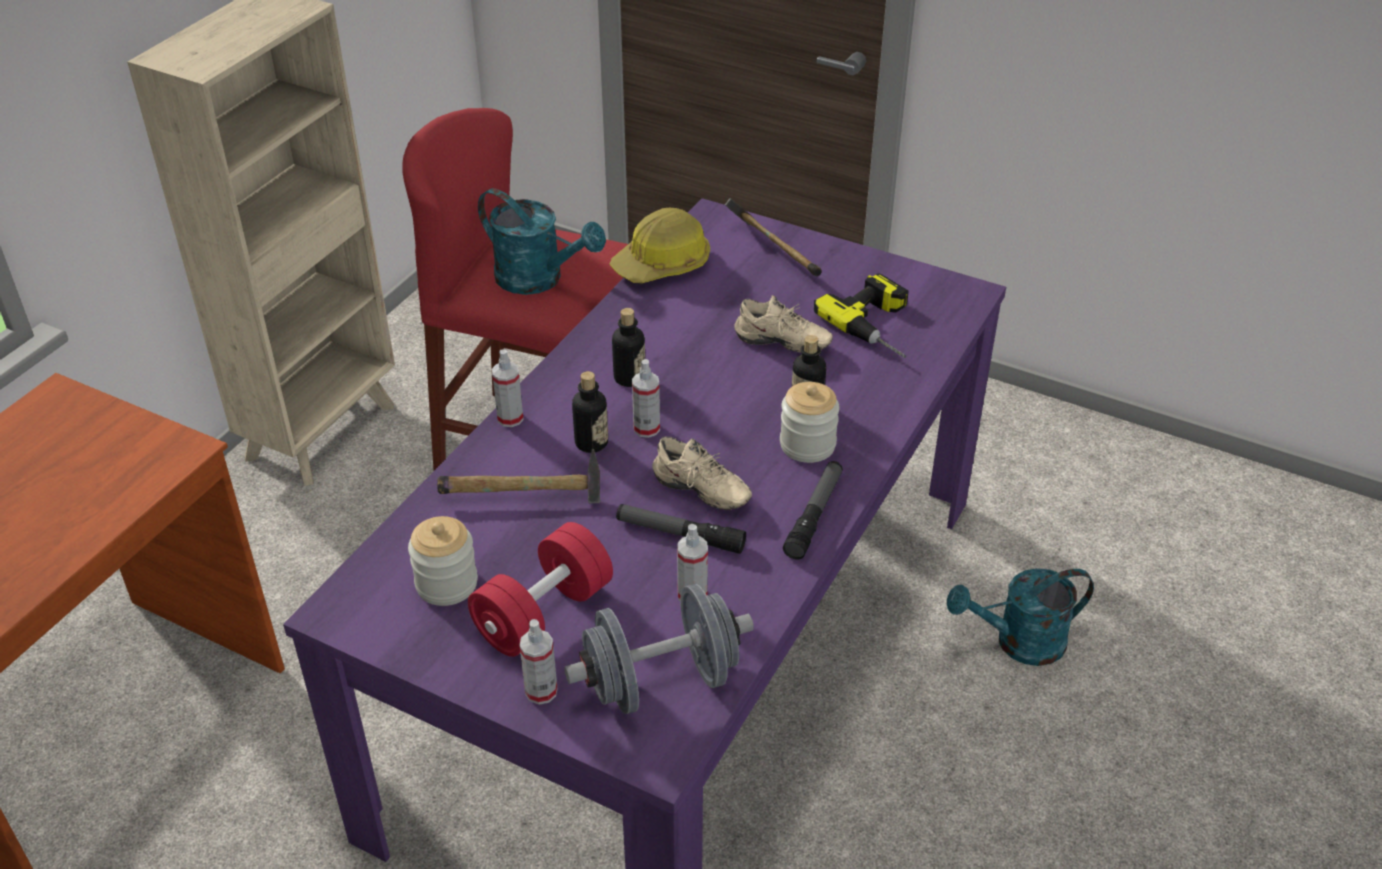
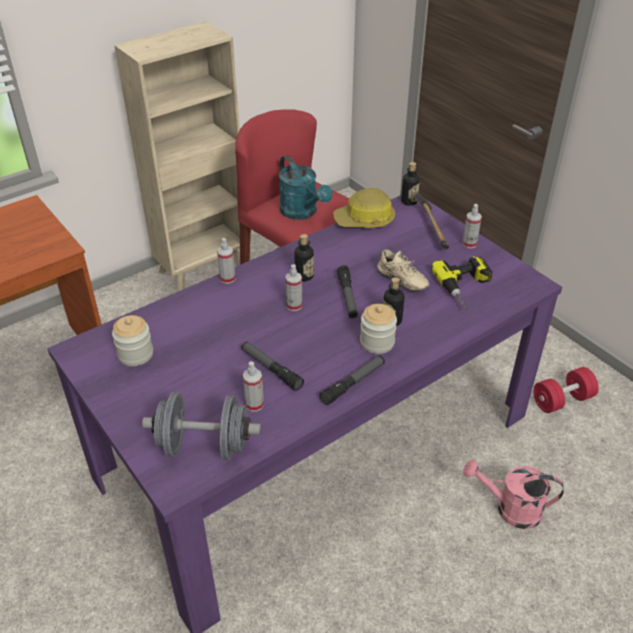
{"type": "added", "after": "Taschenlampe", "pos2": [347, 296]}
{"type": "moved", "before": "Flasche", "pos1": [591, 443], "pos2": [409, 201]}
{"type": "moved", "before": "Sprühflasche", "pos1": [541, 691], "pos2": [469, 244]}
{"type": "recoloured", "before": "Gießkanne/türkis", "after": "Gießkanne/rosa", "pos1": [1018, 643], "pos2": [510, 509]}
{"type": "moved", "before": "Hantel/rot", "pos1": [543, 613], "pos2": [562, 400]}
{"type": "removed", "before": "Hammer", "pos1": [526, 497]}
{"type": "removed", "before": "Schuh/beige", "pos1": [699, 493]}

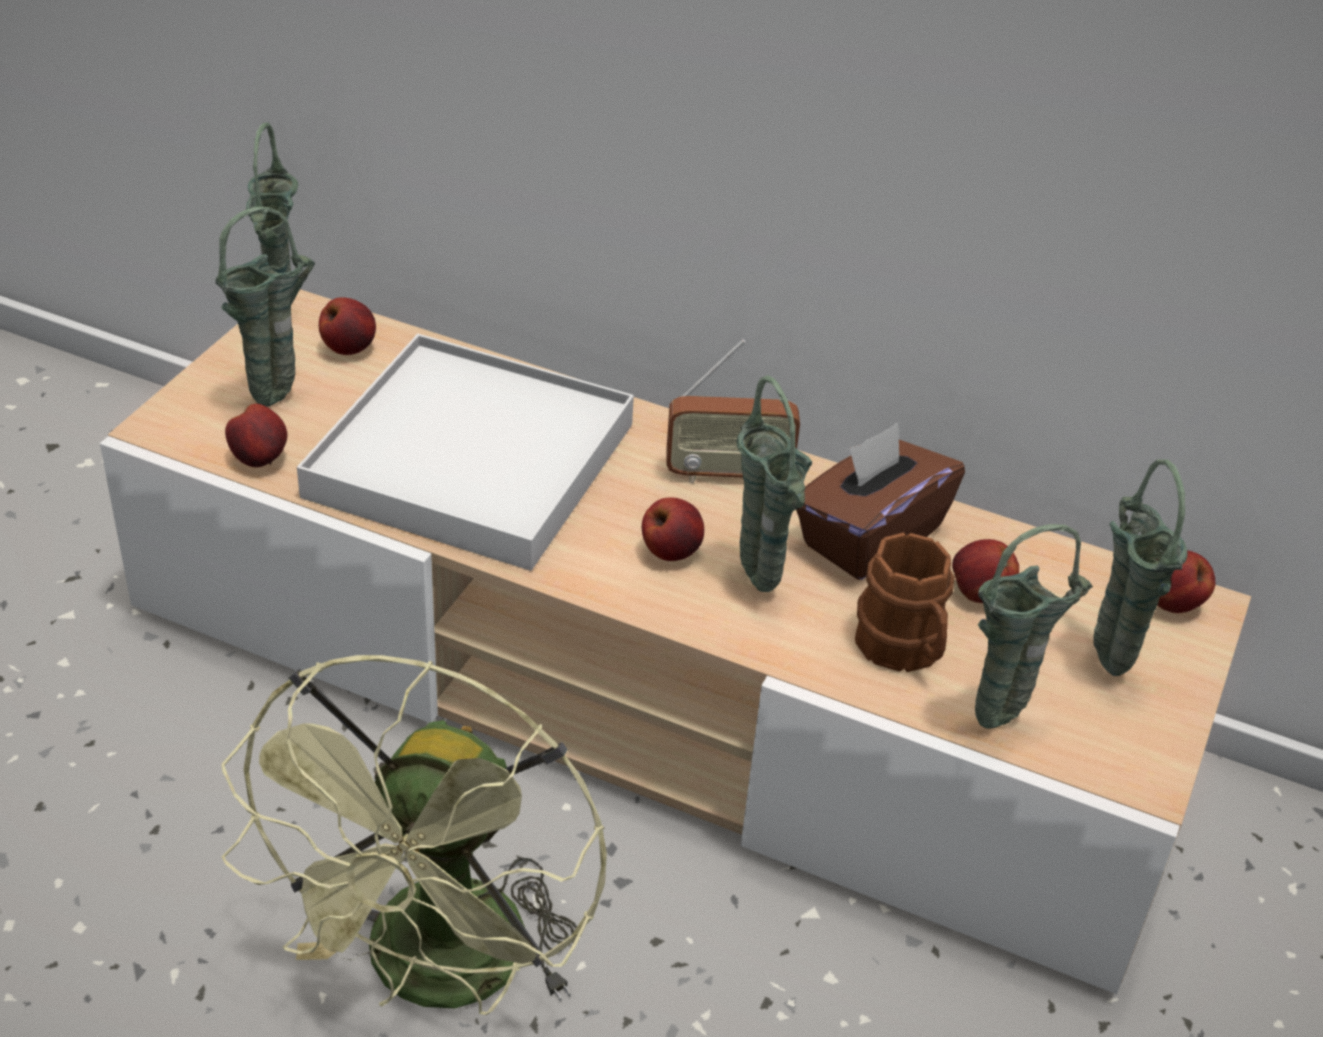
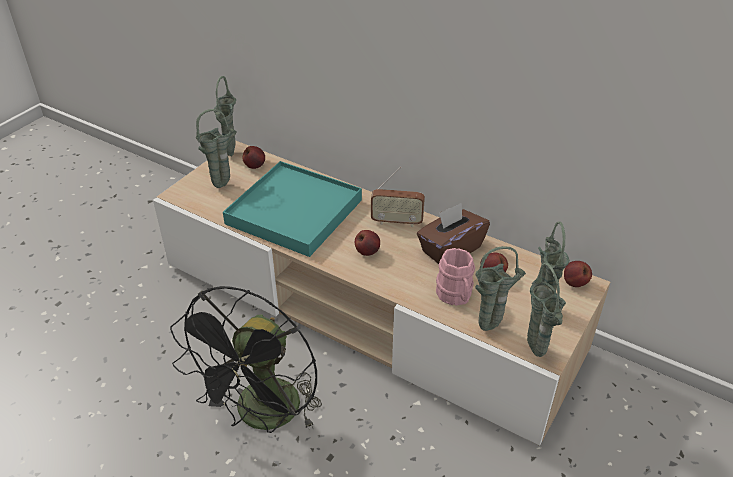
{"type": "recoloured", "before": "Ventilator/grün", "after": "Ventilator/schwarz", "pos1": [440, 977], "pos2": [263, 417]}
{"type": "recoloured", "before": "Tablett/weiß", "after": "Tablett/türkis", "pos1": [471, 459], "pos2": [294, 211]}
{"type": "recoloured", "before": "Henkelbecher/braun", "after": "Henkelbecher/rosa", "pos1": [903, 651], "pos2": [455, 297]}
{"type": "moved", "before": "Vase/grün", "pos1": [762, 589], "pos2": [536, 355]}
{"type": "removed", "before": "Apfel", "pos1": [261, 460]}

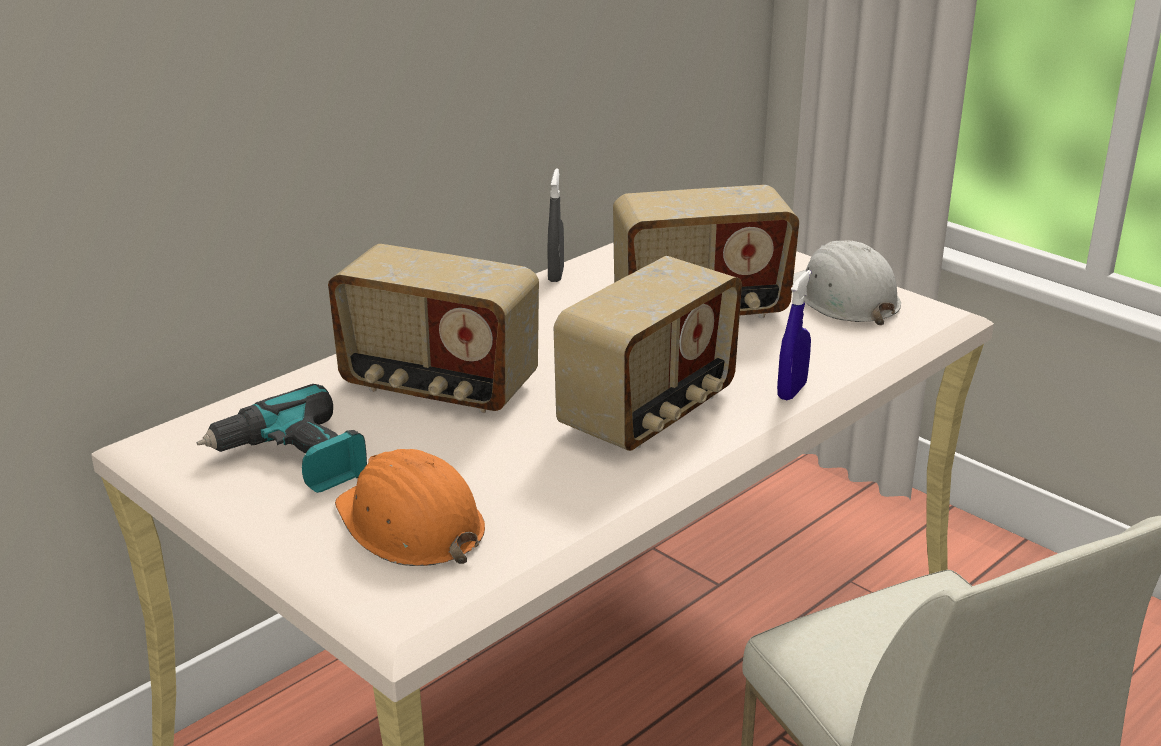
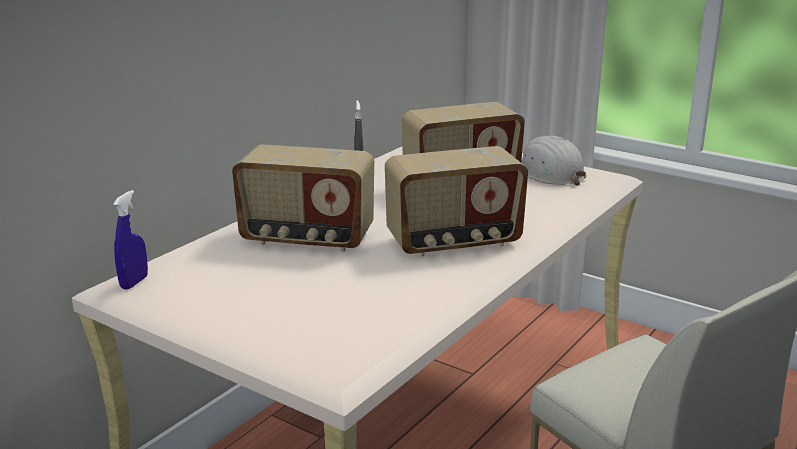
{"type": "moved", "before": "Sprühflasche/blau", "pos1": [792, 391], "pos2": [134, 282]}
{"type": "turned", "before": "Radio", "pos1": [650, 412], "pos2": [454, 242], "turn": 45}
{"type": "removed", "before": "Bohrmaschine", "pos1": [292, 461]}
{"type": "removed", "before": "Schutzhelm/orange", "pos1": [410, 525]}

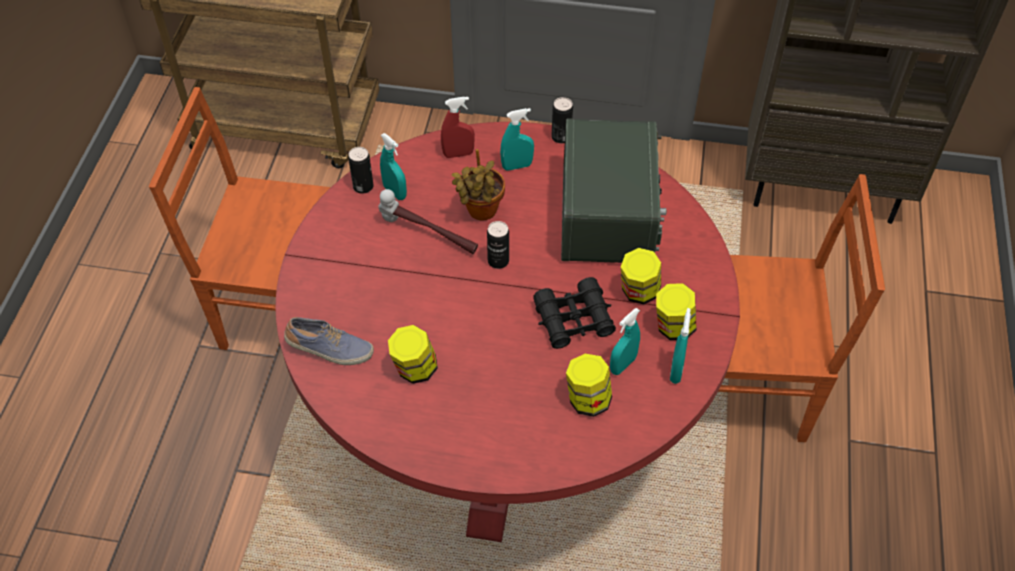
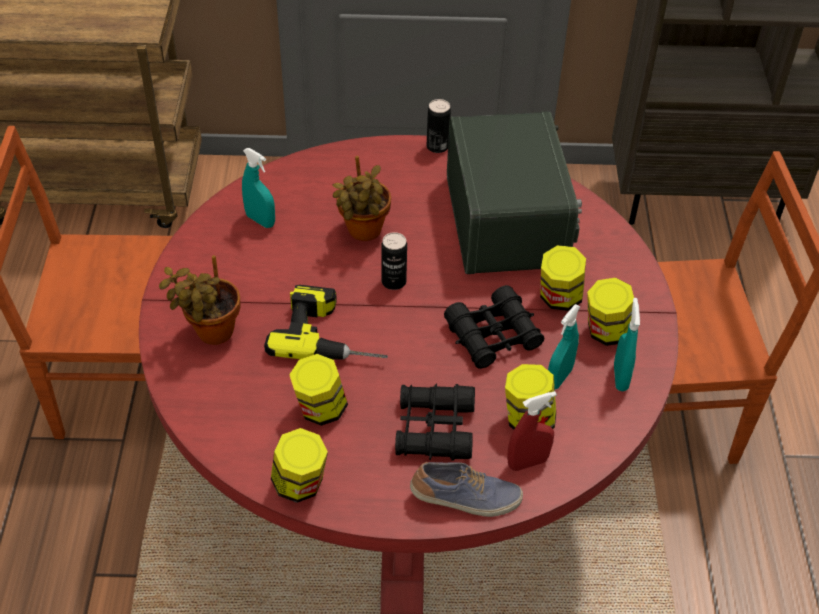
{"type": "added", "after": "Topfpflanze", "pos2": [210, 333]}
{"type": "added", "after": "Bohrmaschine", "pos2": [332, 334]}
{"type": "added", "after": "Vorratsglas", "pos2": [300, 485]}
{"type": "added", "after": "Fernglas/schwarz", "pos2": [434, 429]}
{"type": "moved", "before": "Schuh", "pos1": [329, 350], "pos2": [465, 499]}
{"type": "moved", "before": "Sprühflasche/rot", "pos1": [458, 154], "pos2": [527, 462]}
{"type": "removed", "before": "Dose", "pos1": [363, 186]}
{"type": "removed", "before": "Hammer", "pos1": [428, 235]}
{"type": "removed", "before": "Sprühflasche/türkis", "pos1": [517, 166]}

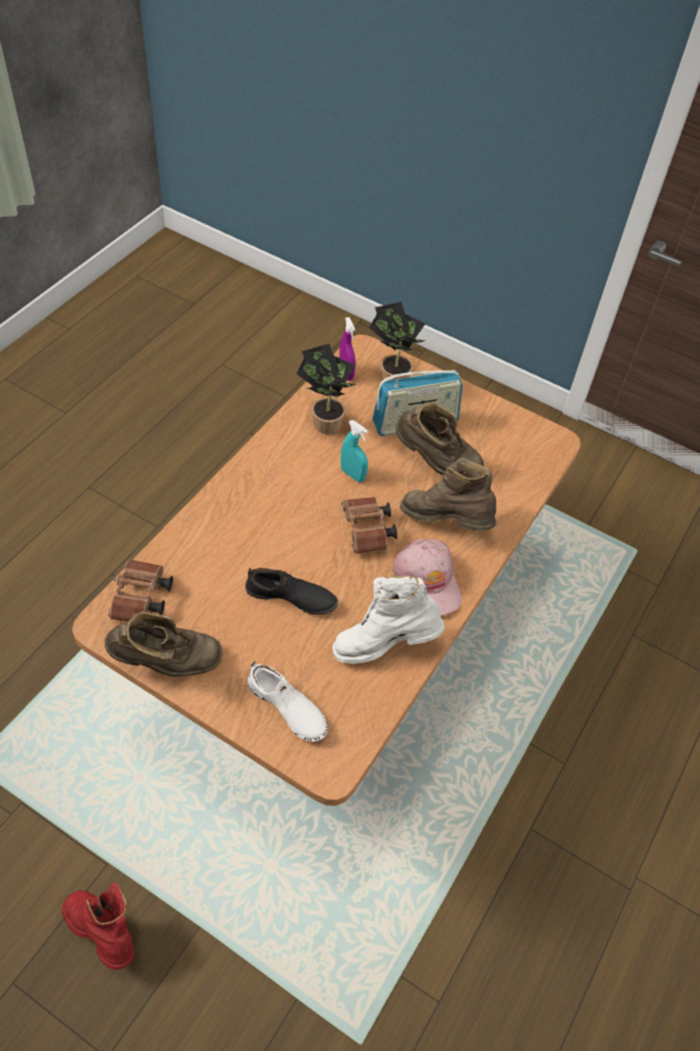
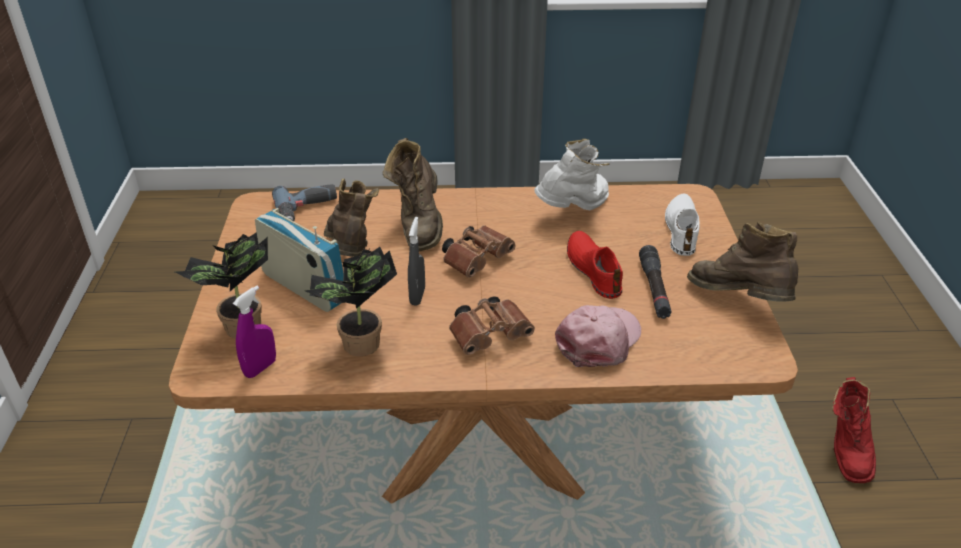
{"type": "added", "after": "Bohrmaschine", "pos2": [307, 209]}
{"type": "recoloured", "before": "Sprühflasche/türkis", "after": "Sprühflasche/grau", "pos1": [353, 474], "pos2": [417, 296]}
{"type": "moved", "before": "Fernglas/braun", "pos1": [141, 600], "pos2": [491, 335]}
{"type": "turned", "before": "Stiefel/weiß", "pos1": [384, 645], "pos2": [574, 210], "turn": -90}
{"type": "moved", "before": "Kappe/rosa", "pos1": [427, 582], "pos2": [599, 340]}
{"type": "recoloured", "before": "Schuh/schwarz", "after": "Schuh/rot", "pos1": [291, 598], "pos2": [594, 269]}
{"type": "added", "after": "Taschenlampe/schwarz", "pos2": [654, 289]}

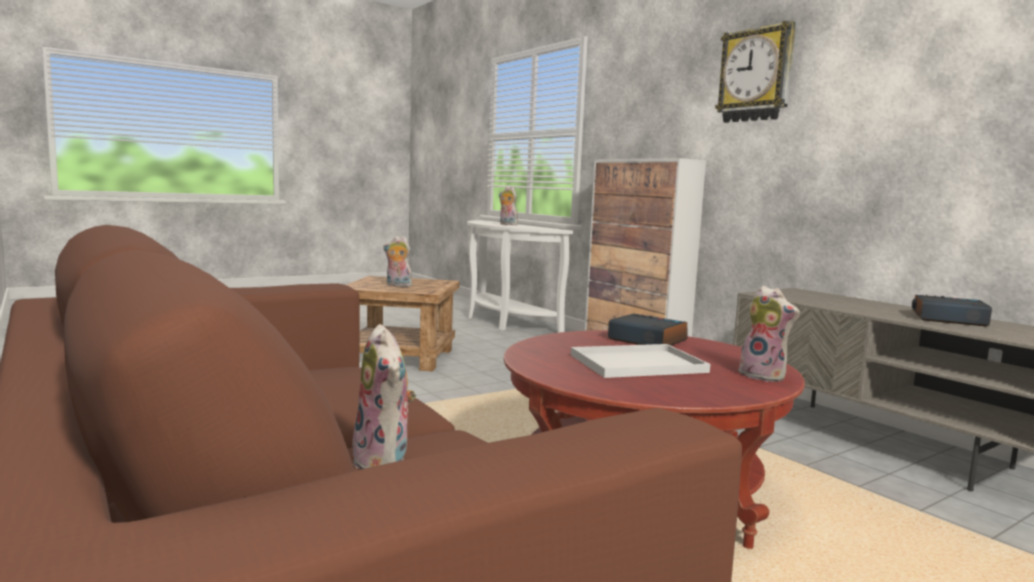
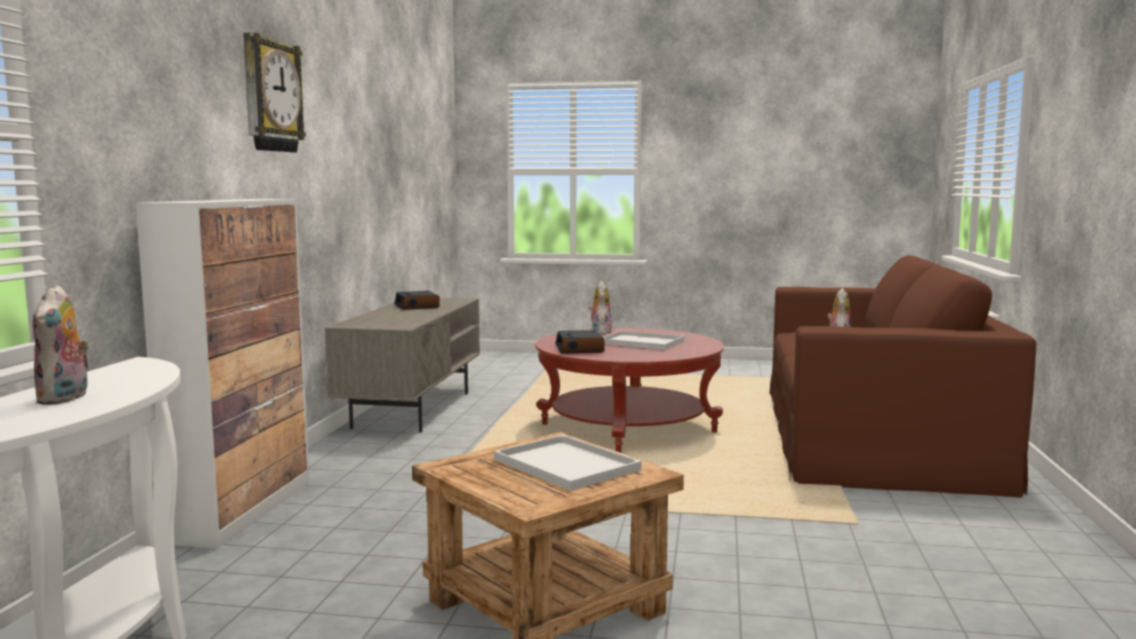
{"type": "replaced", "before": "Plüschtier", "after": "Tablett/weiß", "pos1": [397, 285], "pos2": [563, 464]}

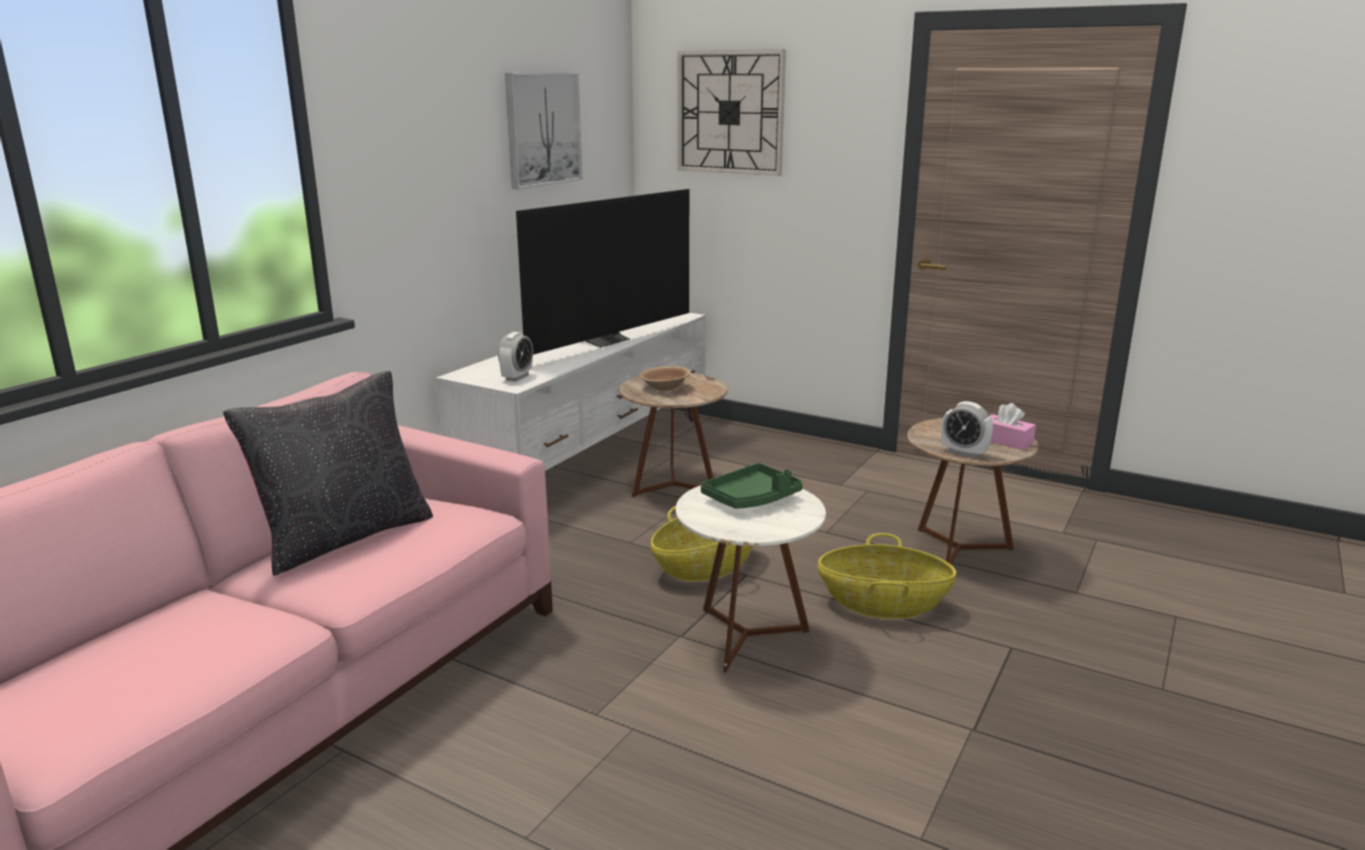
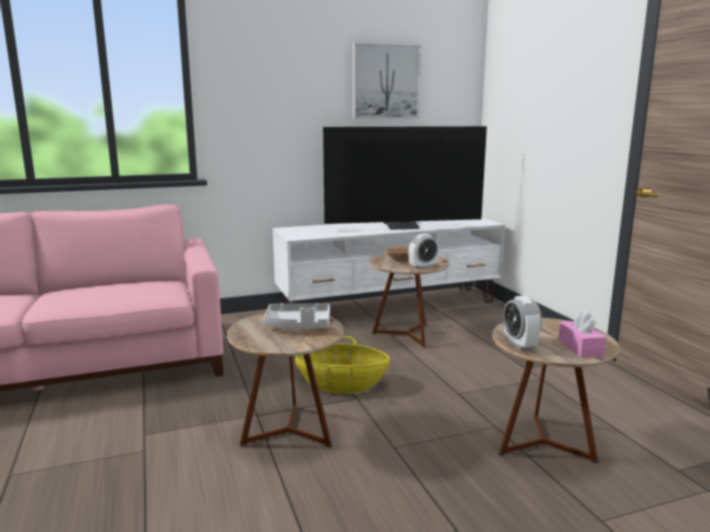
{"type": "recoloured", "before": "Beistelltisch/weiß", "after": "Beistelltisch/braun", "pos1": [746, 637], "pos2": [289, 432]}
{"type": "recoloured", "before": "Tablett/grün", "after": "Tablett/grau", "pos1": [752, 499], "pos2": [298, 325]}
{"type": "moved", "before": "Wecker", "pos1": [517, 377], "pos2": [423, 267]}
{"type": "removed", "before": "Kissen/schwarz", "pos1": [344, 537]}
{"type": "removed", "before": "Wanduhr", "pos1": [730, 112]}
{"type": "removed", "before": "Korb", "pos1": [883, 603]}

